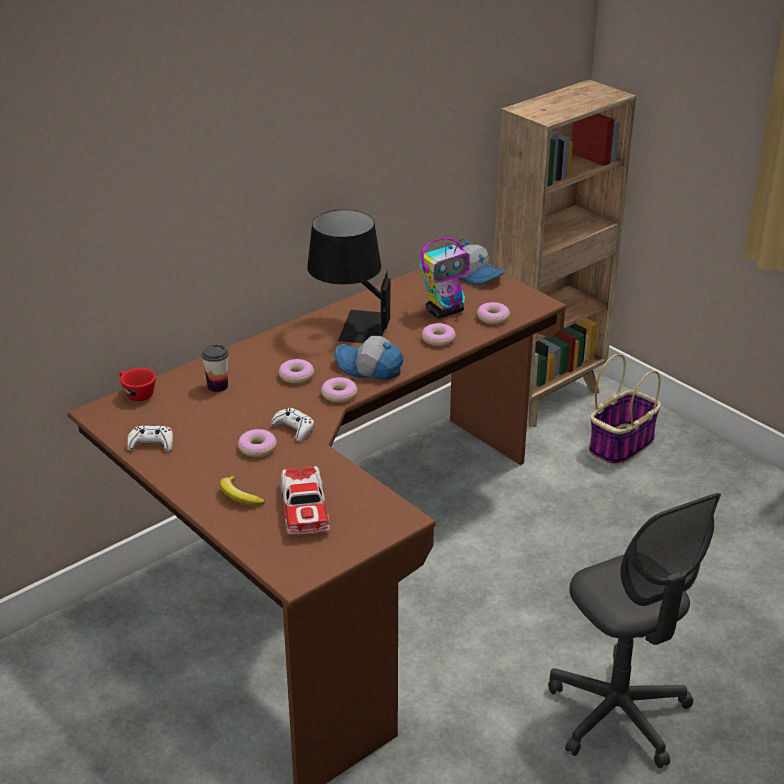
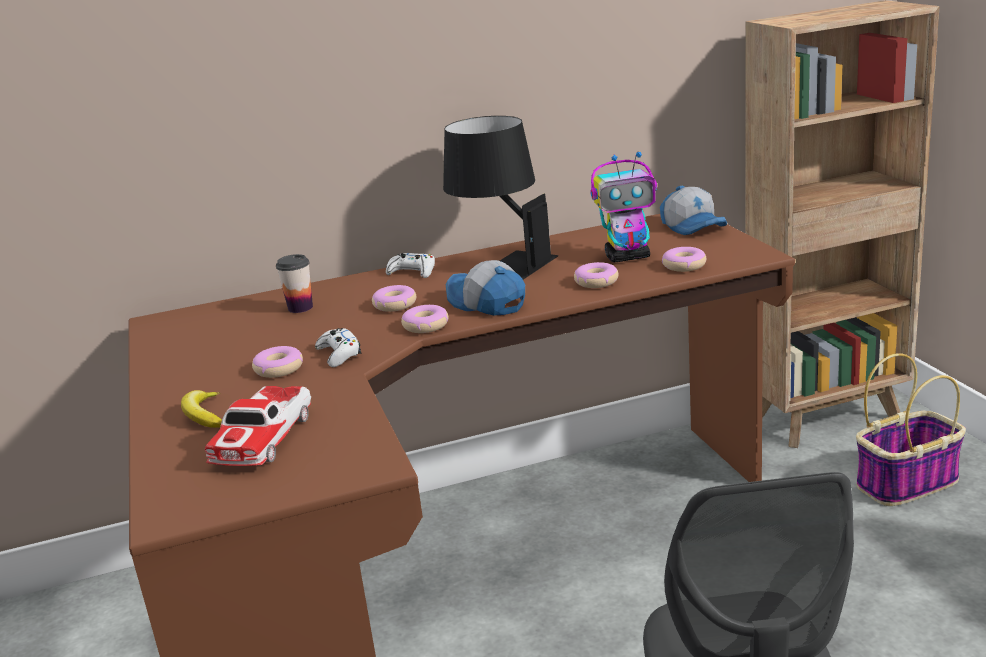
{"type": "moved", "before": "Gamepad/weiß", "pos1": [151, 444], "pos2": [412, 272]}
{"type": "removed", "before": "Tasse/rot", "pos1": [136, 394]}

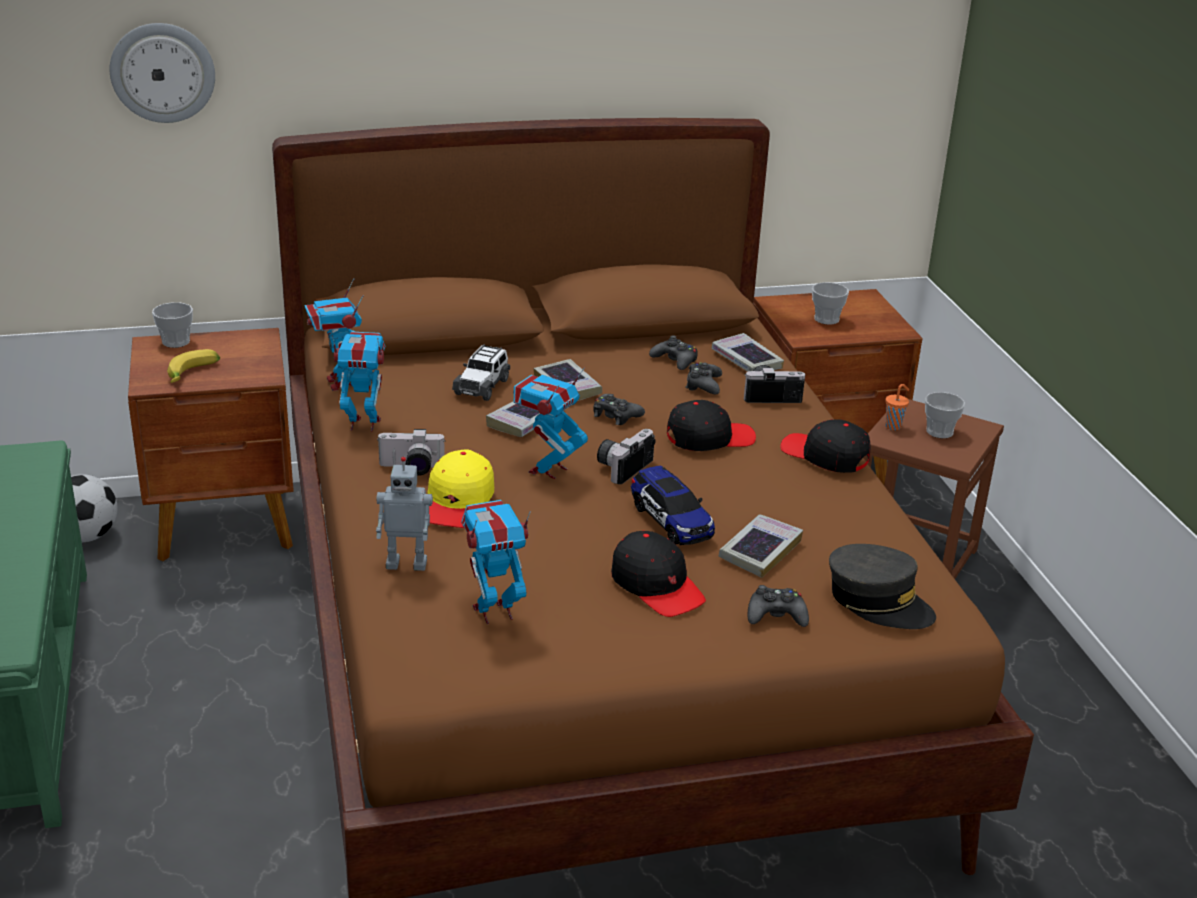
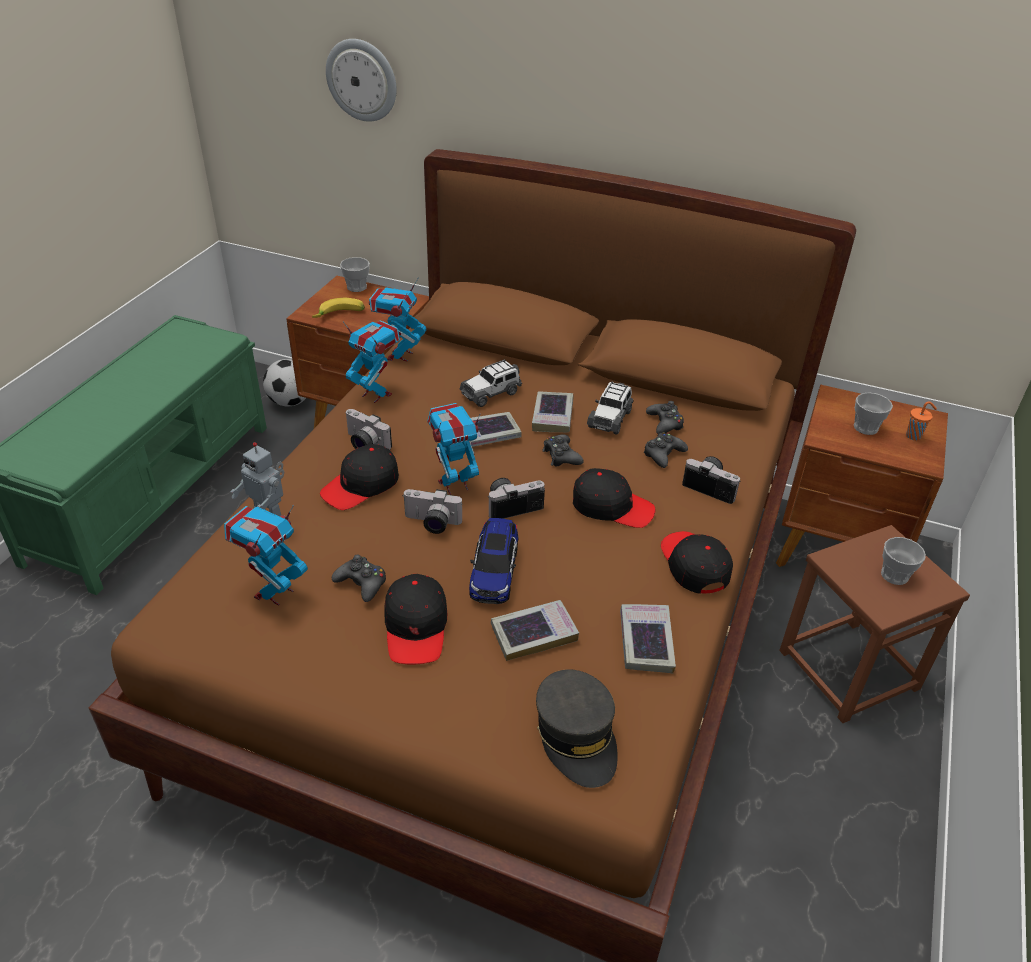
{"type": "turned", "before": "Spielzeugroboter", "pos1": [494, 611], "pos2": [274, 592], "turn": -75}
{"type": "recoloured", "before": "Kappe/gelb", "after": "Kappe/schwarz", "pos1": [458, 502], "pos2": [361, 486]}
{"type": "moved", "before": "Gamepad/schwarz", "pos1": [776, 615], "pos2": [362, 583]}
{"type": "added", "after": "Kamera", "pos2": [431, 523]}
{"type": "added", "after": "Spielzeugauto", "pos2": [610, 418]}
{"type": "moved", "before": "Buch", "pos1": [746, 360], "pos2": [646, 642]}
{"type": "moved", "before": "Tasse/orange", "pos1": [894, 426], "pos2": [914, 436]}

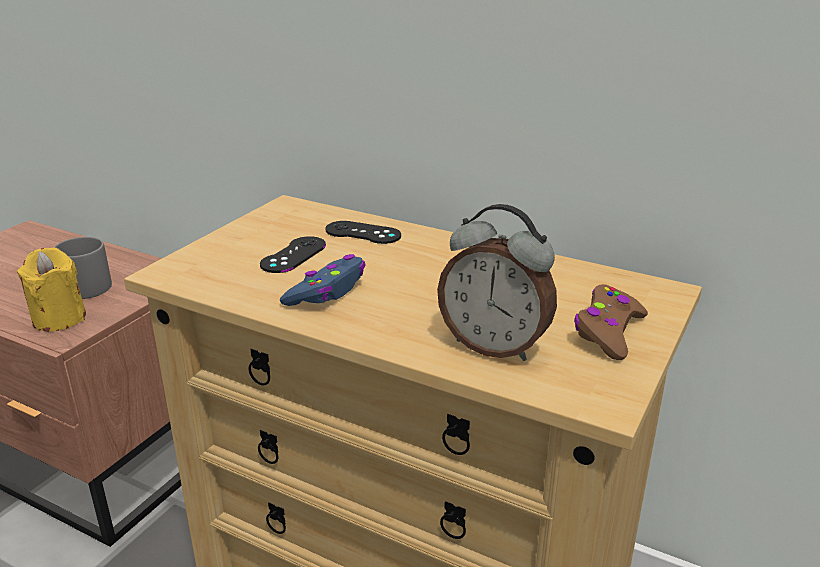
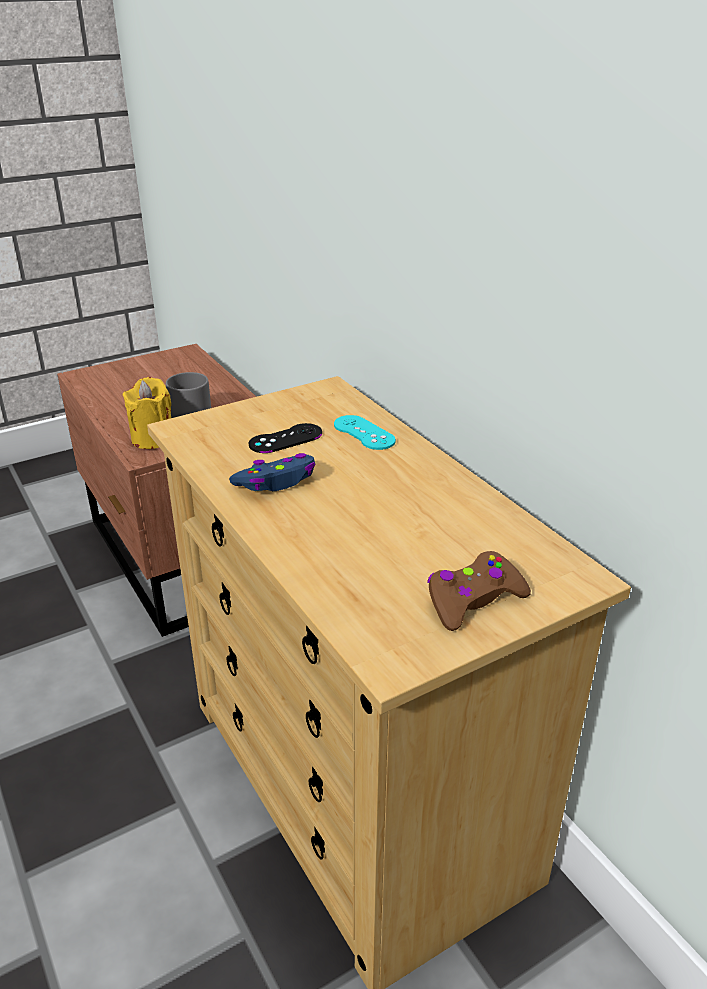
{"type": "recoloured", "before": "Gamepad/schwarz", "after": "Gamepad/türkis", "pos1": [363, 233], "pos2": [364, 433]}
{"type": "removed", "before": "Wecker", "pos1": [494, 346]}

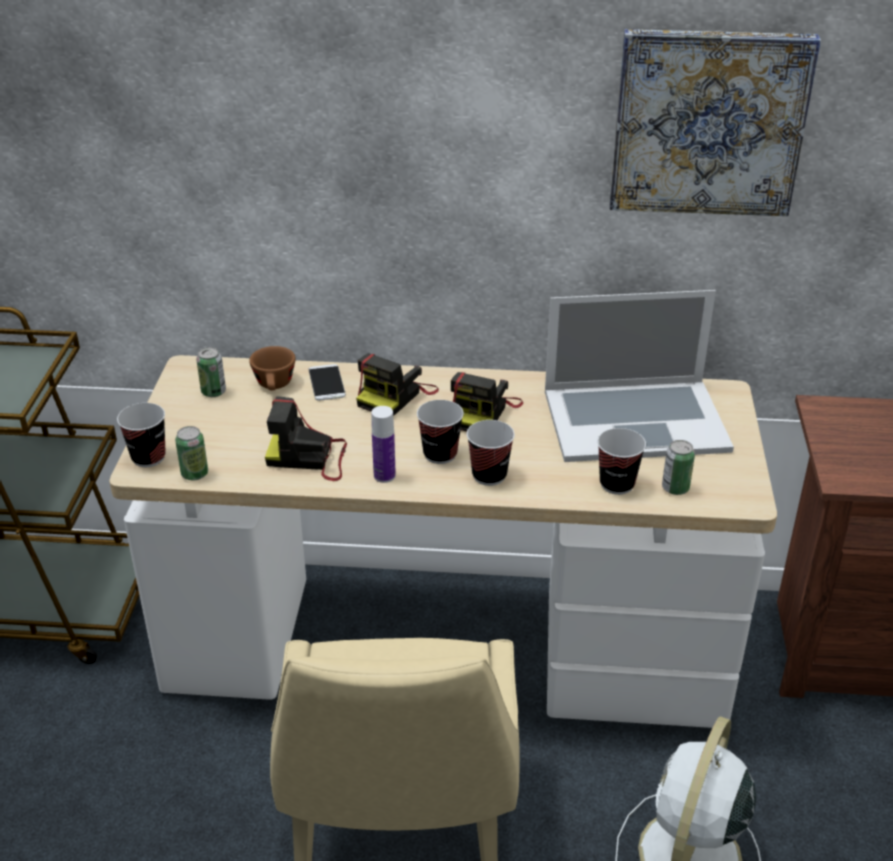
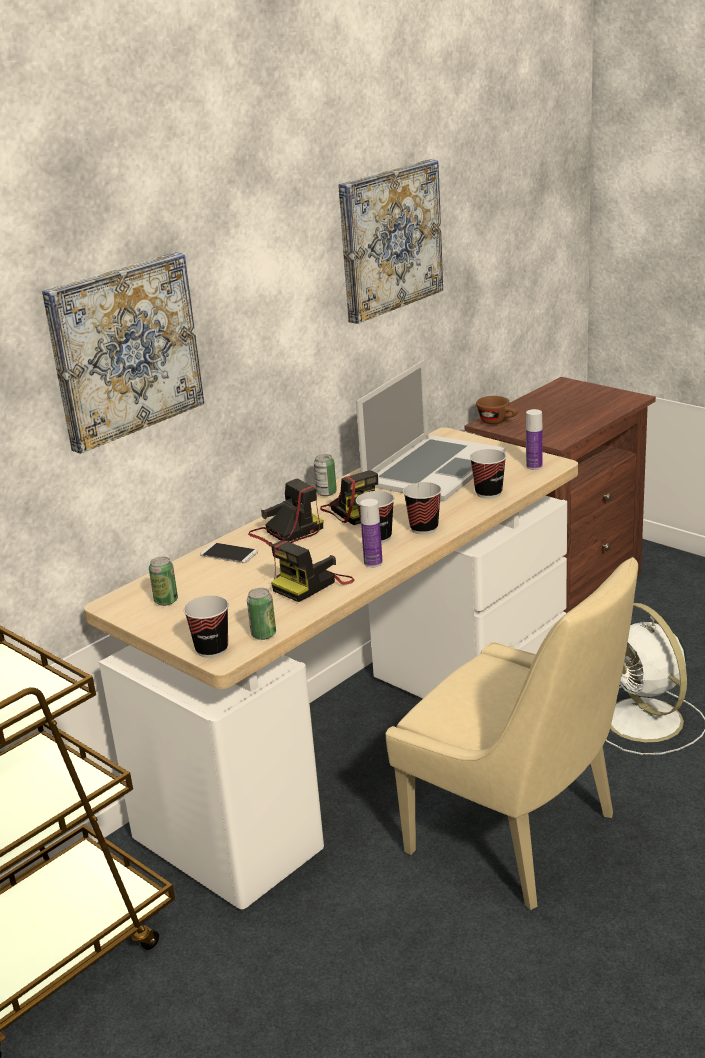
{"type": "added", "after": "Bild", "pos2": [124, 350]}
{"type": "turned", "before": "Kamera", "pos1": [395, 396], "pos2": [286, 534], "turn": -105}
{"type": "moved", "before": "Dose", "pos1": [675, 488], "pos2": [326, 493]}
{"type": "moved", "before": "Tasse/braun", "pos1": [275, 386], "pos2": [497, 421]}
{"type": "added", "after": "Flasche", "pos2": [534, 466]}

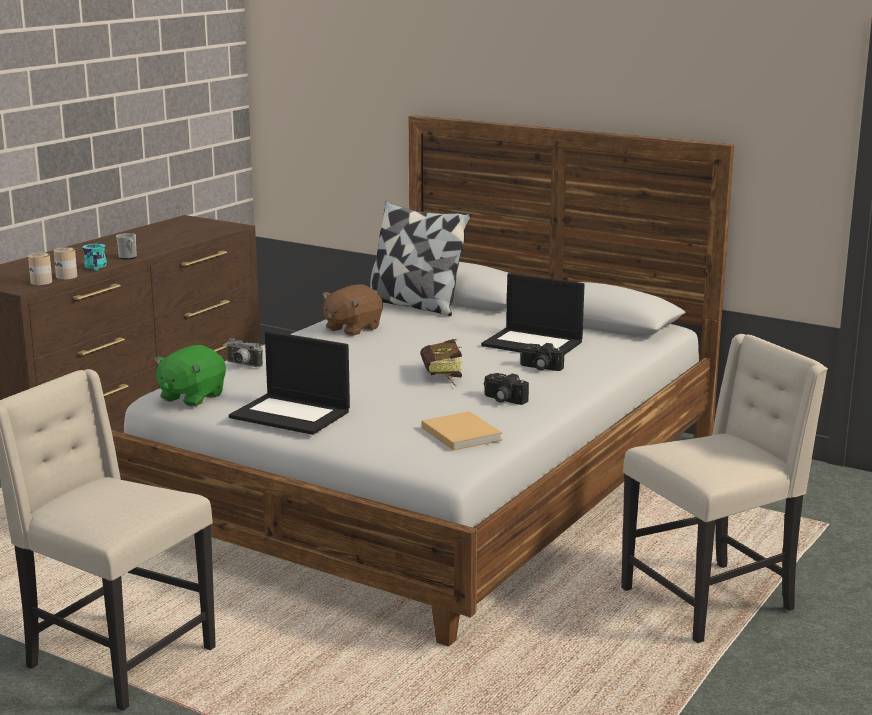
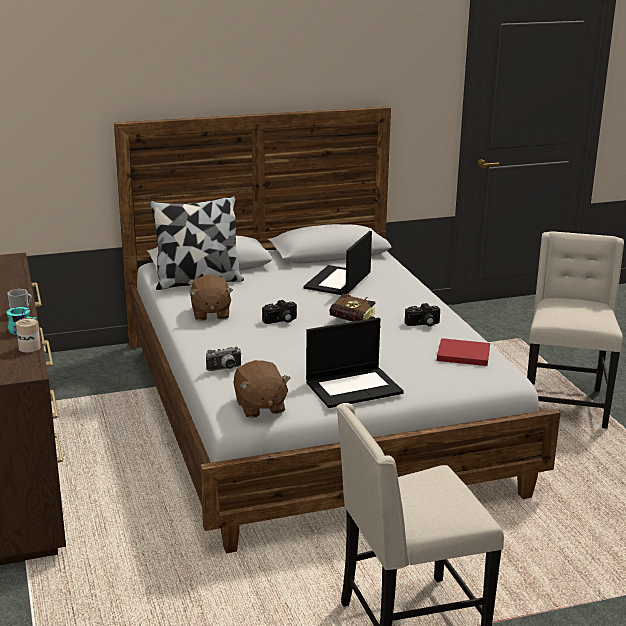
{"type": "recoloured", "before": "Plüschtier/grün", "after": "Plüschtier/braun", "pos1": [191, 397], "pos2": [259, 407]}
{"type": "moved", "before": "Kamera", "pos1": [540, 368], "pos2": [280, 321]}
{"type": "turned", "before": "Laptop", "pos1": [533, 343], "pos2": [338, 281], "turn": 135}
{"type": "recoloured", "before": "Buch/beige", "after": "Buch/rot", "pos1": [460, 433], "pos2": [461, 354]}
{"type": "removed", "before": "Dose", "pos1": [41, 282]}

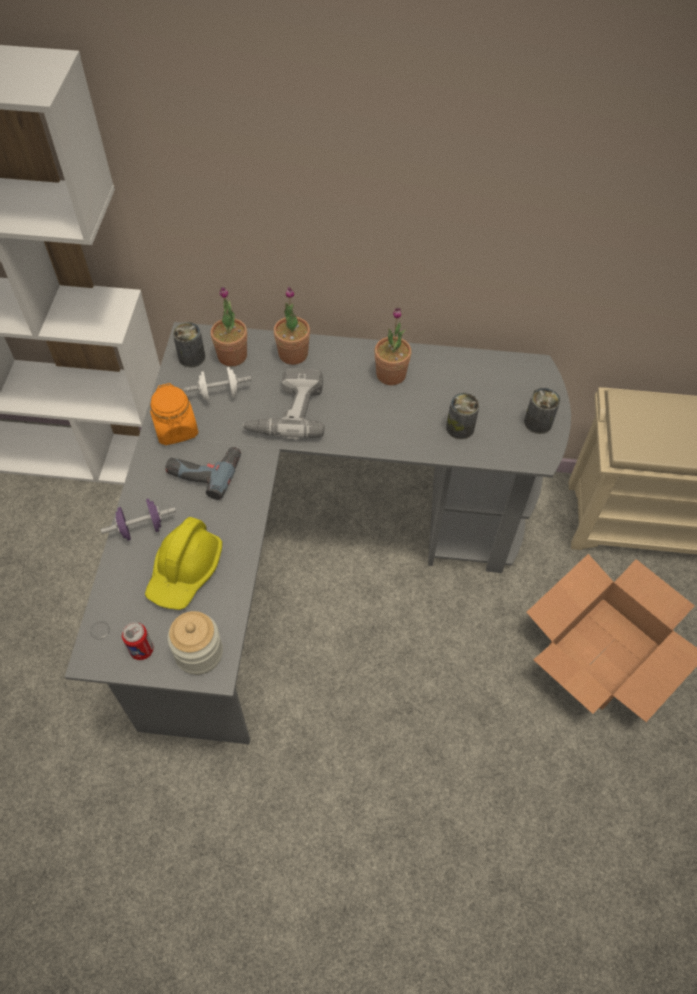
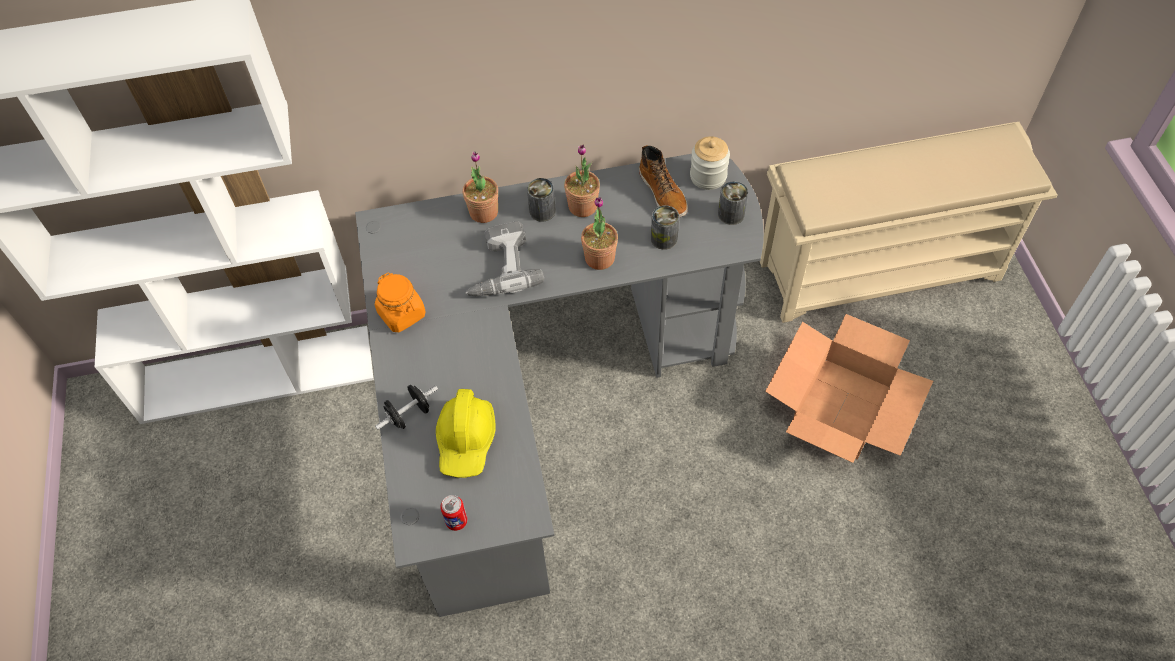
{"type": "recoloured", "before": "Hantel/lila", "after": "Hantel/schwarz", "pos1": [141, 528], "pos2": [409, 414]}
{"type": "moved", "before": "Dose", "pos1": [192, 357], "pos2": [542, 211]}
{"type": "moved", "before": "Topfpflanze", "pos1": [232, 356], "pos2": [599, 258]}
{"type": "added", "after": "Stiefel", "pos2": [663, 193]}
{"type": "moved", "before": "Vorratsglas", "pos1": [199, 653], "pos2": [708, 176]}
{"type": "removed", "before": "Bohrmaschine", "pos1": [204, 469]}
{"type": "removed", "before": "Hantel/weiß", "pos1": [219, 394]}

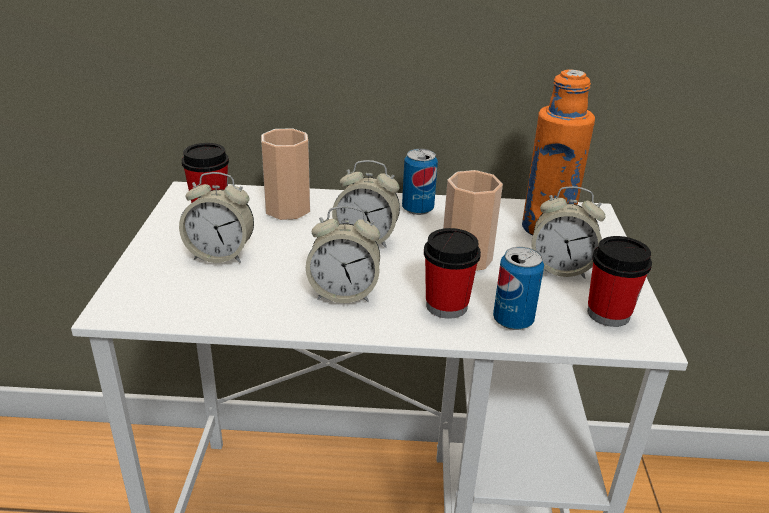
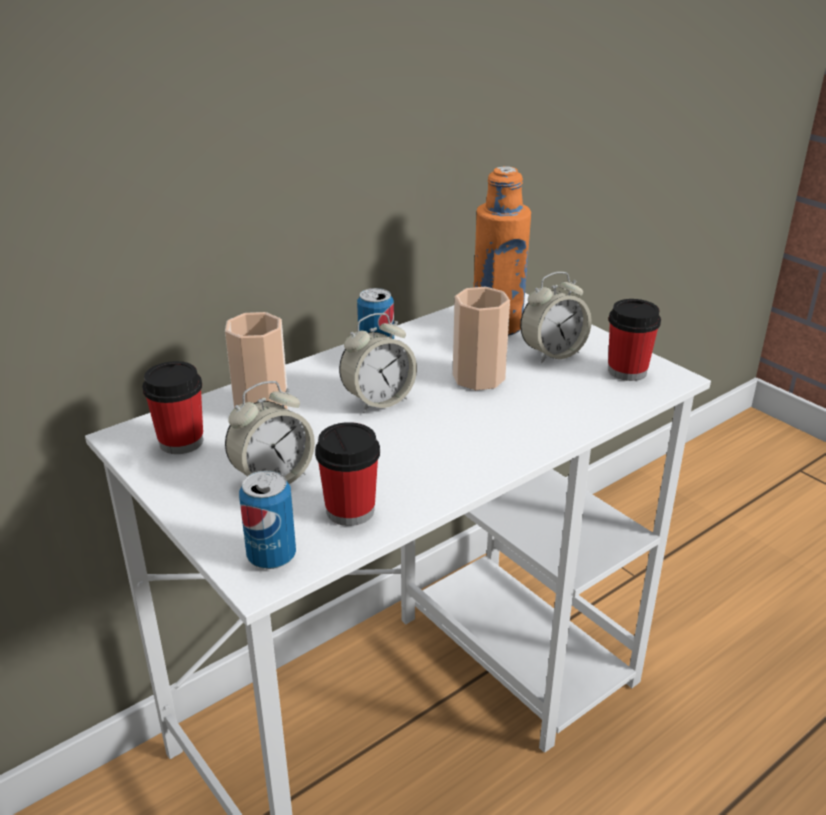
{"type": "moved", "before": "Dose", "pos1": [513, 320], "pos2": [271, 556]}
{"type": "moved", "before": "Tasse", "pos1": [446, 306], "pos2": [350, 510]}
{"type": "removed", "before": "Wecker", "pos1": [344, 293]}

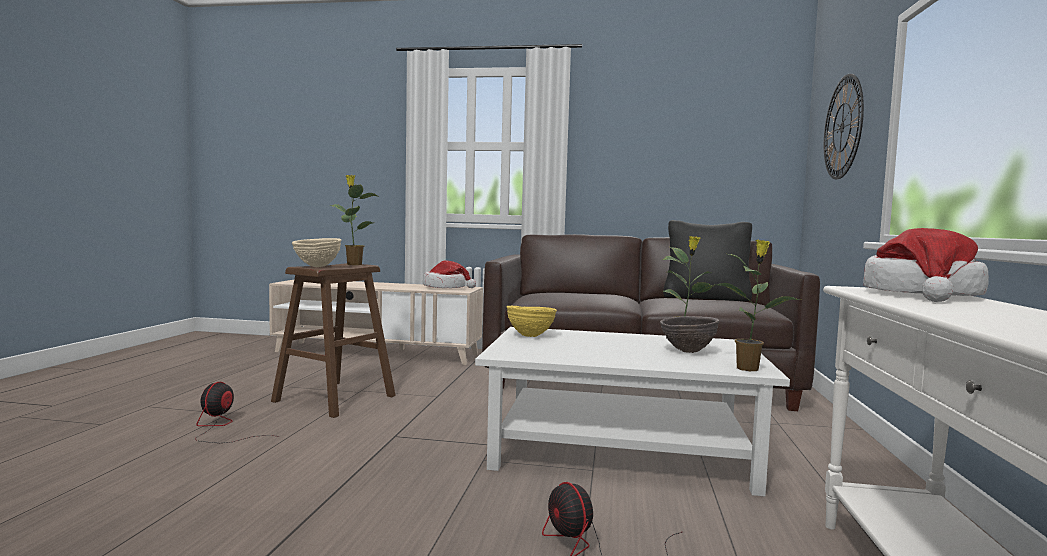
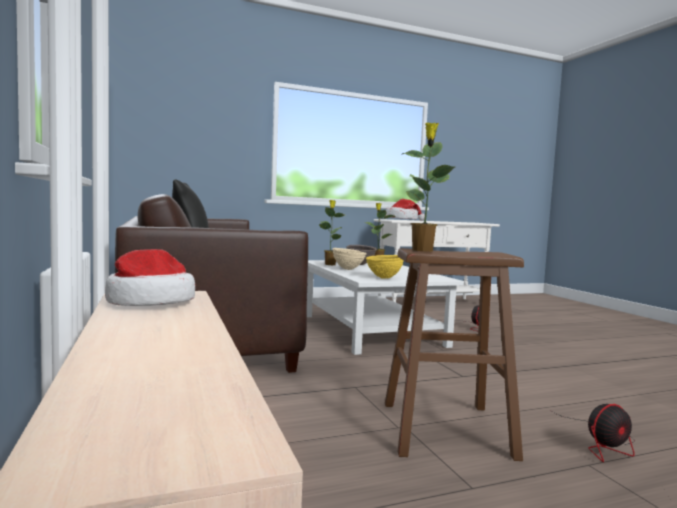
{"type": "moved", "before": "Schüssel/beige", "pos1": [317, 267], "pos2": [348, 269]}
{"type": "removed", "before": "Wanduhr", "pos1": [842, 127]}

